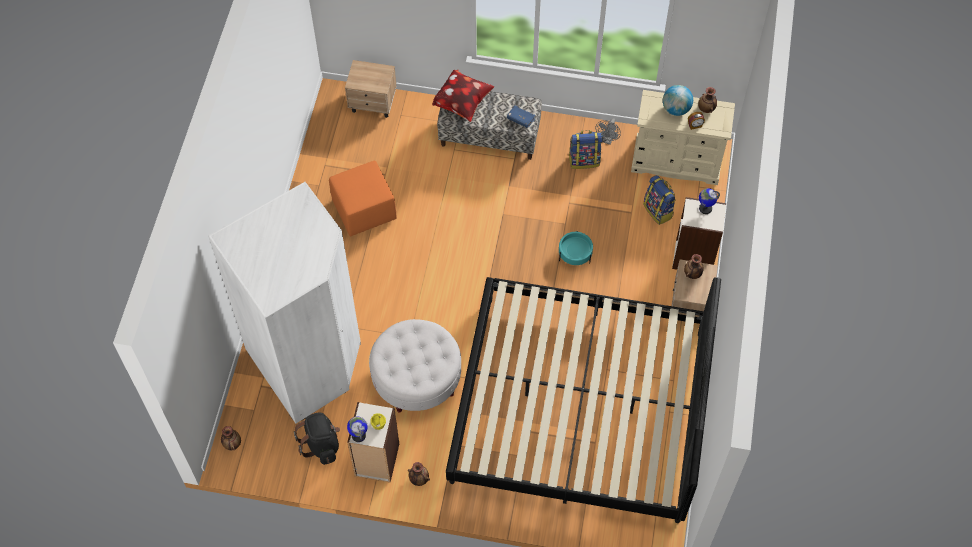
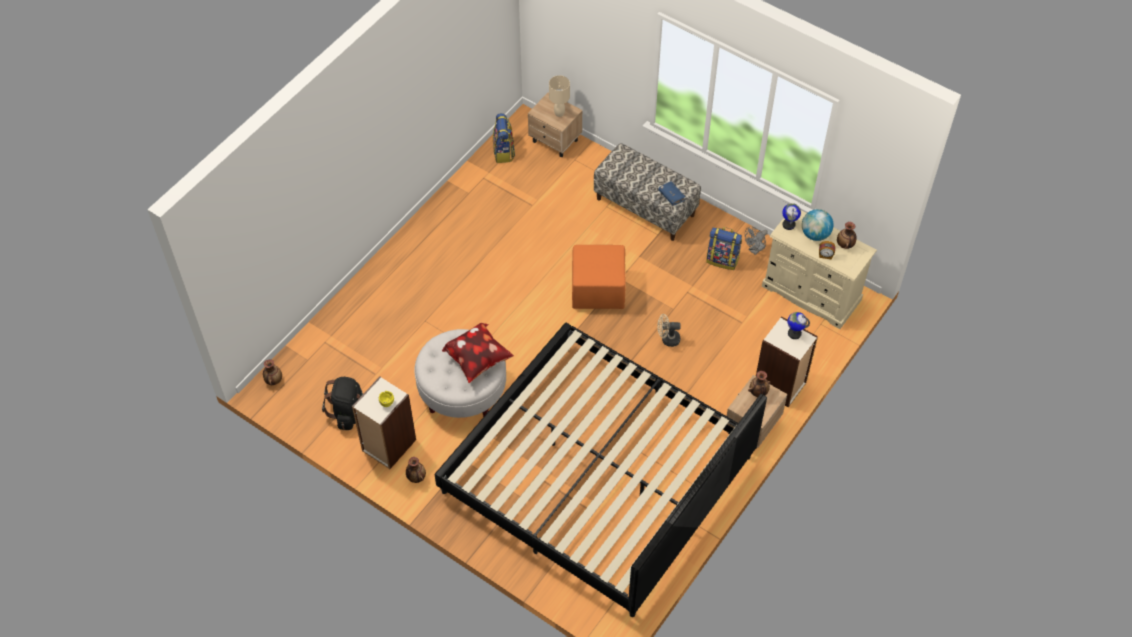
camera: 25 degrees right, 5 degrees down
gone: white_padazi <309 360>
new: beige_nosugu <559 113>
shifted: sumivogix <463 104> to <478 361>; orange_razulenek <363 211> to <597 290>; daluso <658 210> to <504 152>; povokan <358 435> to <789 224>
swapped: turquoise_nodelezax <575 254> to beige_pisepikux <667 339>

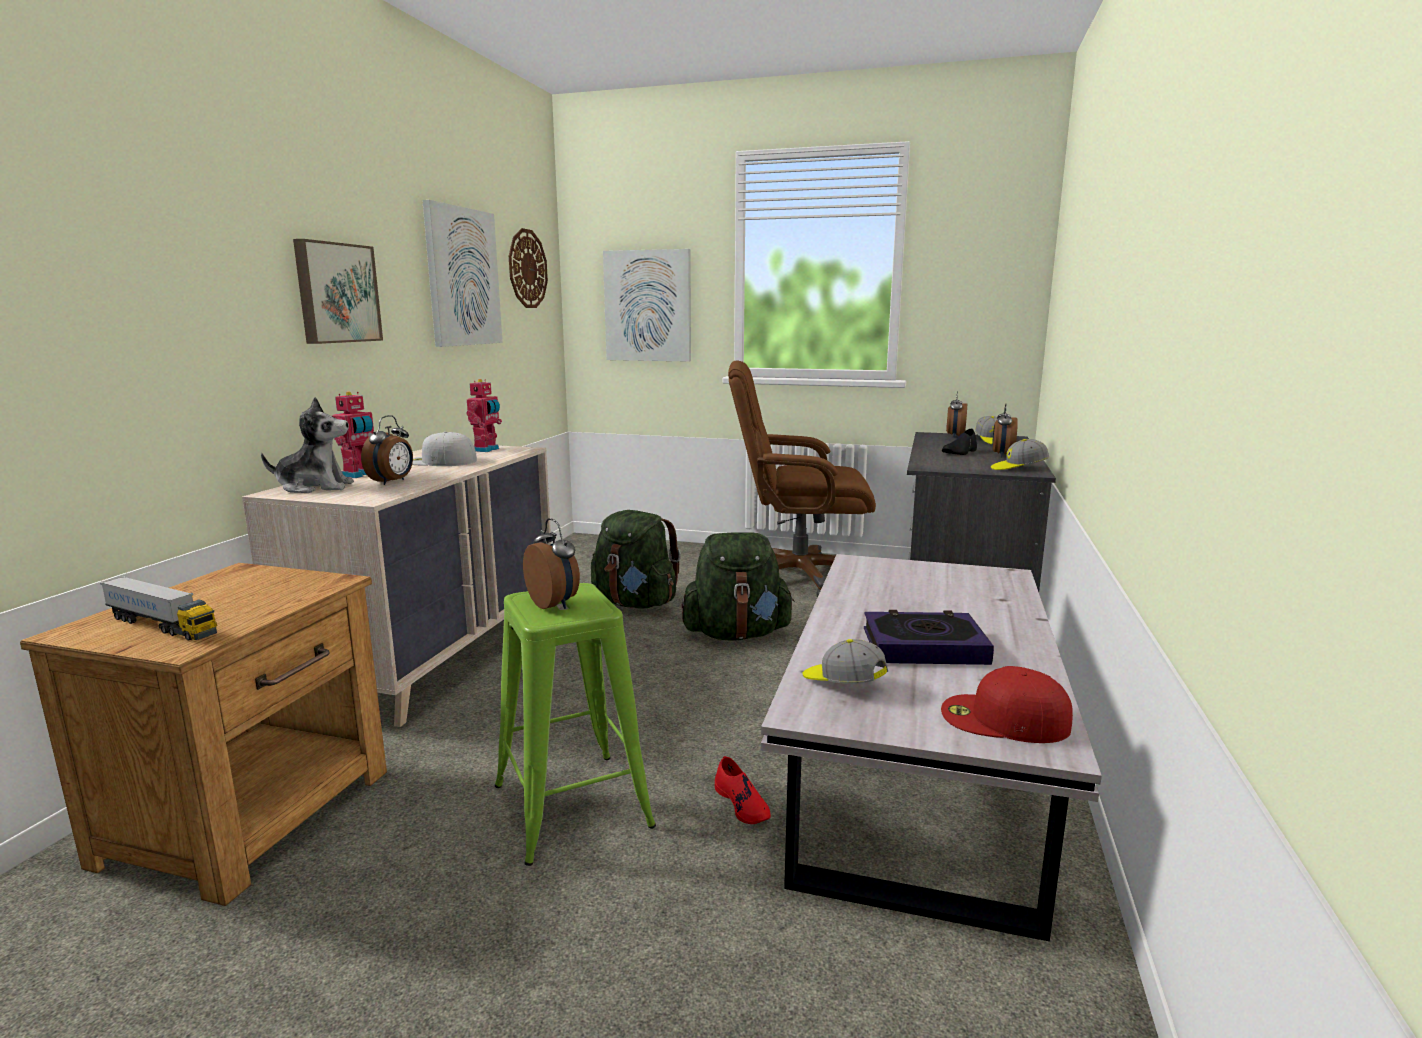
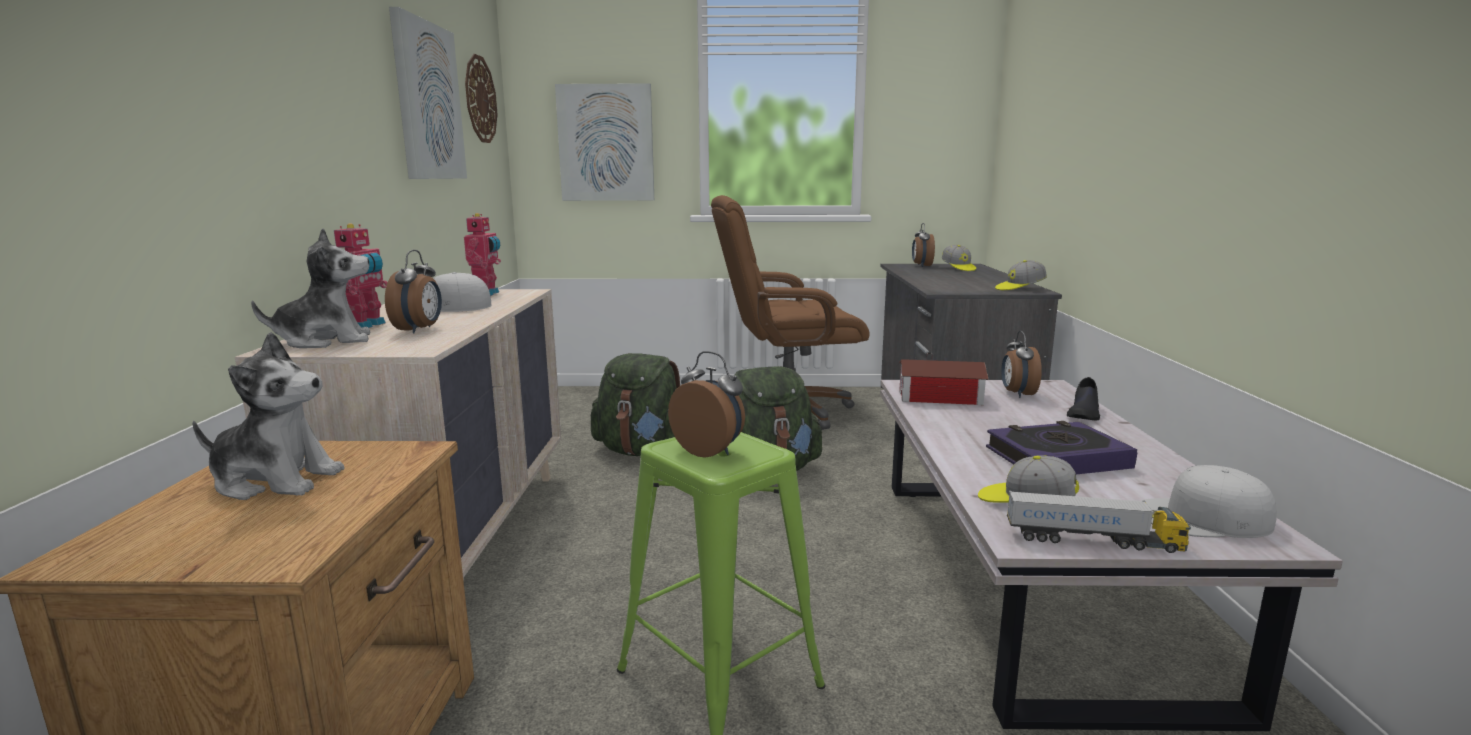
camera: 15 degrees left, 0 degrees up
gone: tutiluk <336 293>; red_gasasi <742 804>
new: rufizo <276 480>; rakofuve <942 397>
shifted: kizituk <1002 455> to <1017 394>; black_gasasi <960 452> to <1083 413>; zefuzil <162 626> to <1093 541>
repainted: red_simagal <1003 719> to white_simagal <1202 518>

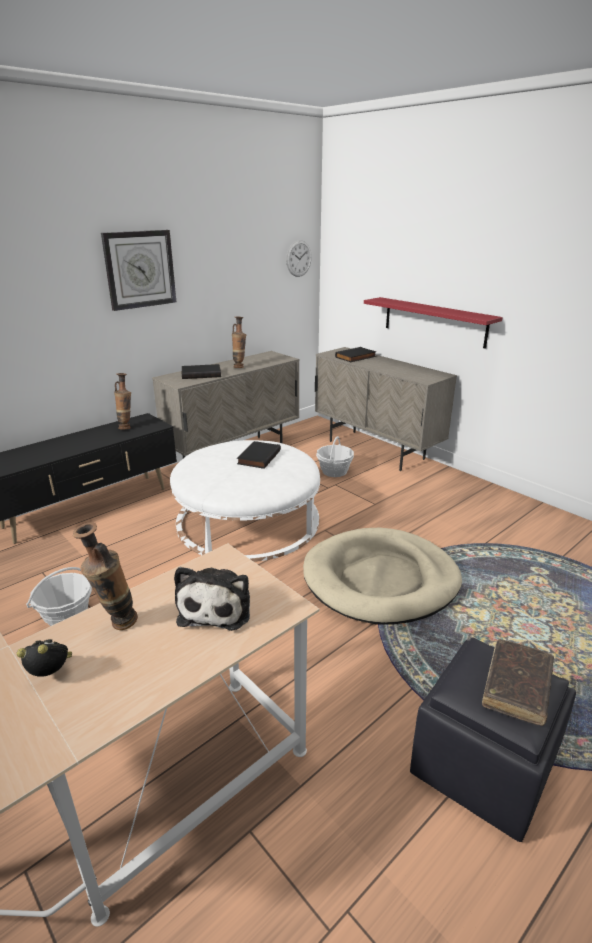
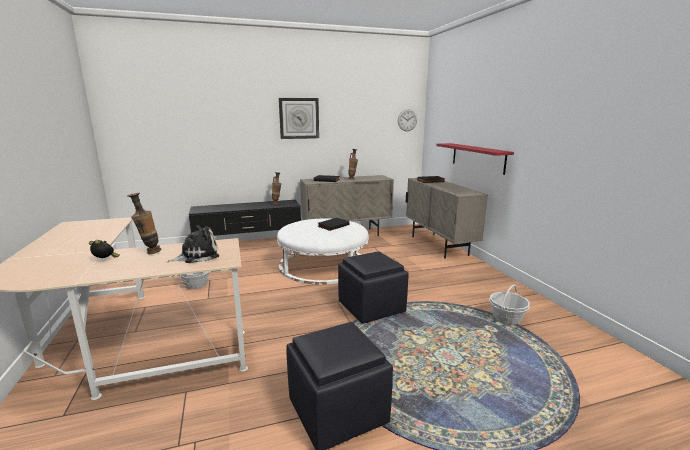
camera: 25 degrees right, 10 degrees down
gone: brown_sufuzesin <517 687>
shifted: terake <334 471> to <506 319>
swapped: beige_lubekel <381 579> to black_razulenek <372 308>
rotated: rufizo <217 607> = <197 256> 150 degrees counterclockwise

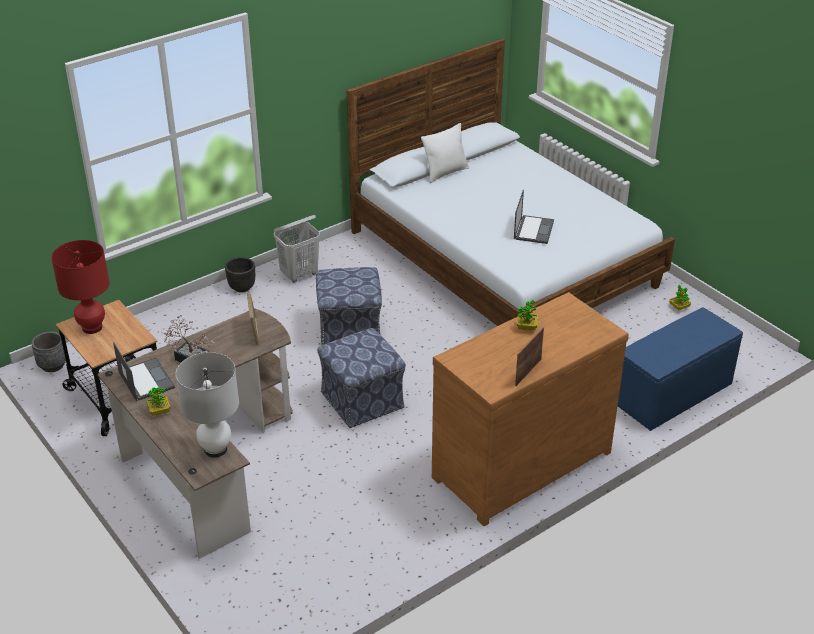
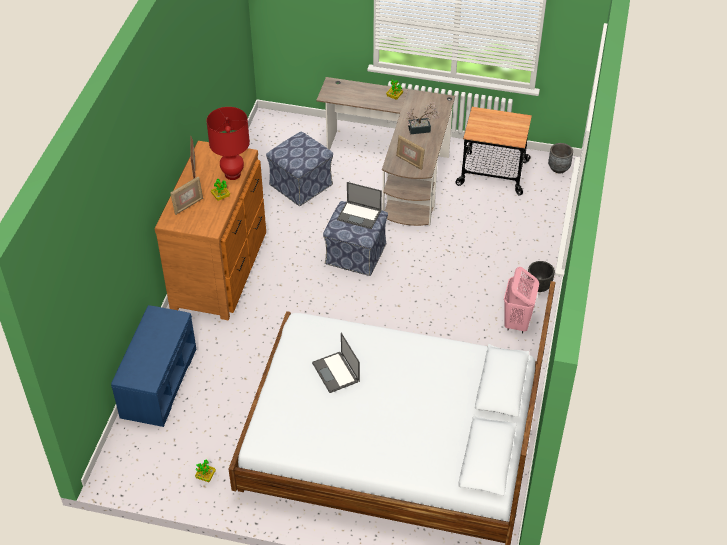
camera: 140 degrees right, 10 degrees up
gone: white_sumivogix <445 173>; white_nosugu <215 449>
new: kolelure <188 205>
shifted: red_nosugu <92 328> to <232 174>; razulenek <349 330> to <301 184>; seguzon <145 379> to <360 215>
repainted: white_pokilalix <299 274> to pink_pokilalix <517 322>

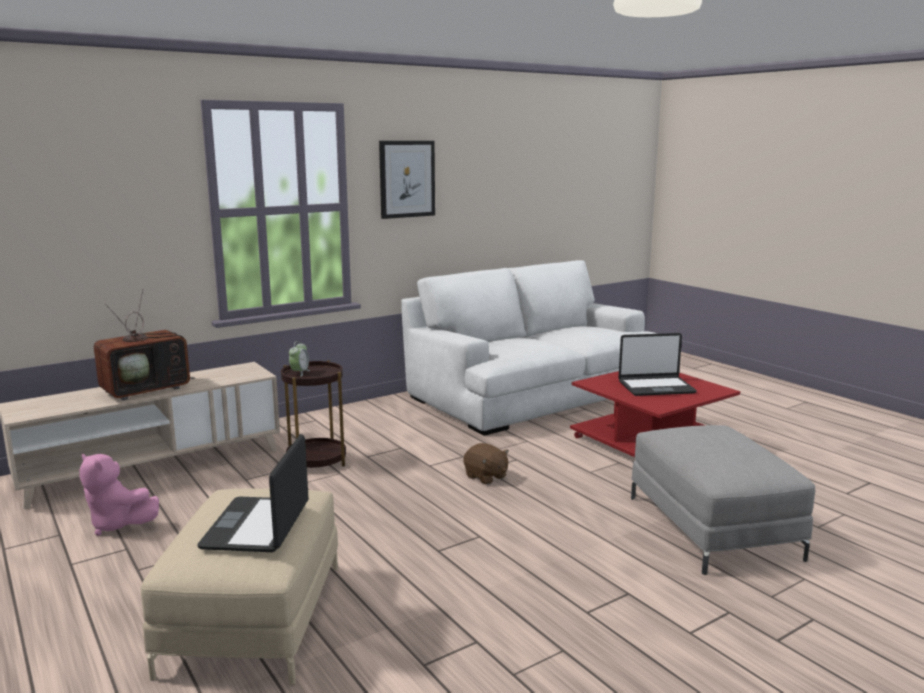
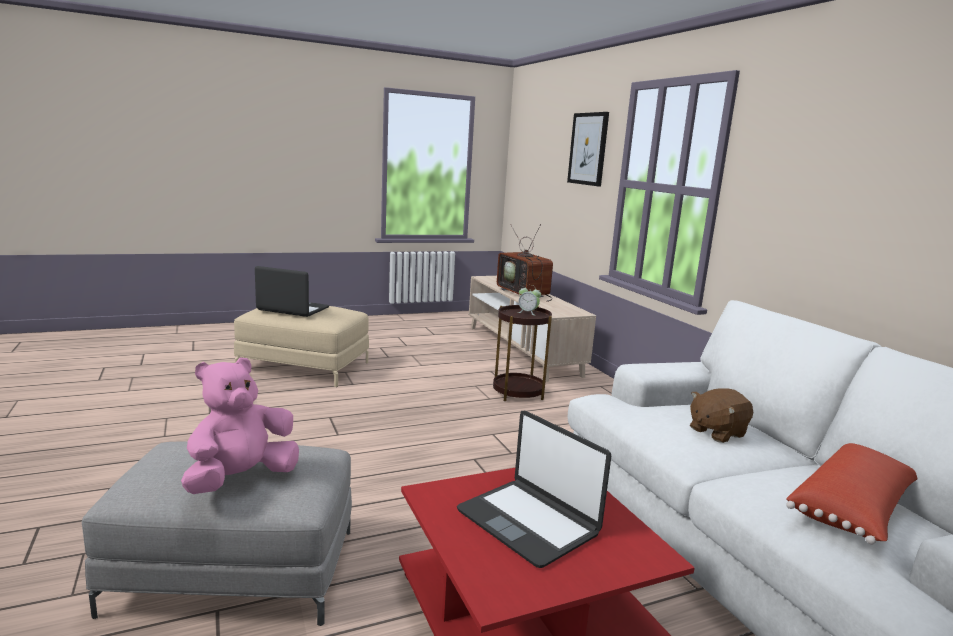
camera: 100 degrees right, 0 degrees up
new: red_sumivogix <854 510>
shifted: tutiluk <407 179> to <588 149>; brown_rufizo <486 477> to <716 432>; pink_rufizo <118 524> to <241 479>
rotated: seguzon <656 387> = <528 522> 45 degrees counterclockwise

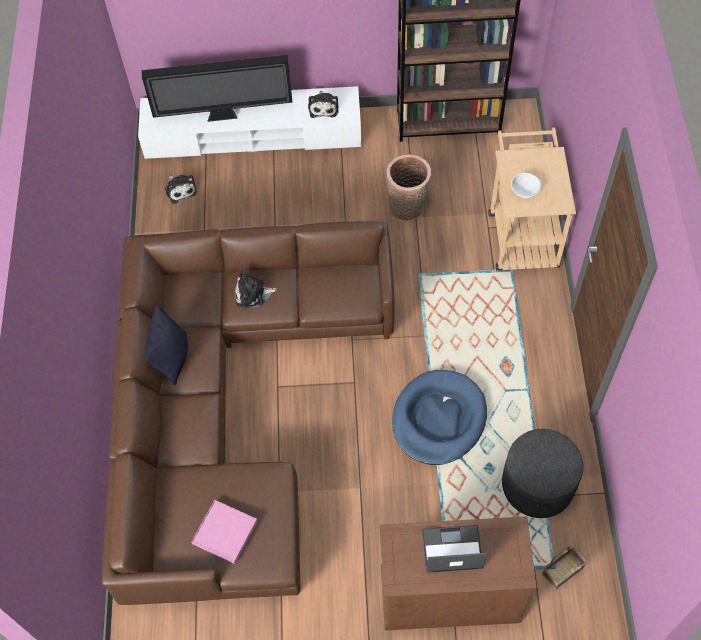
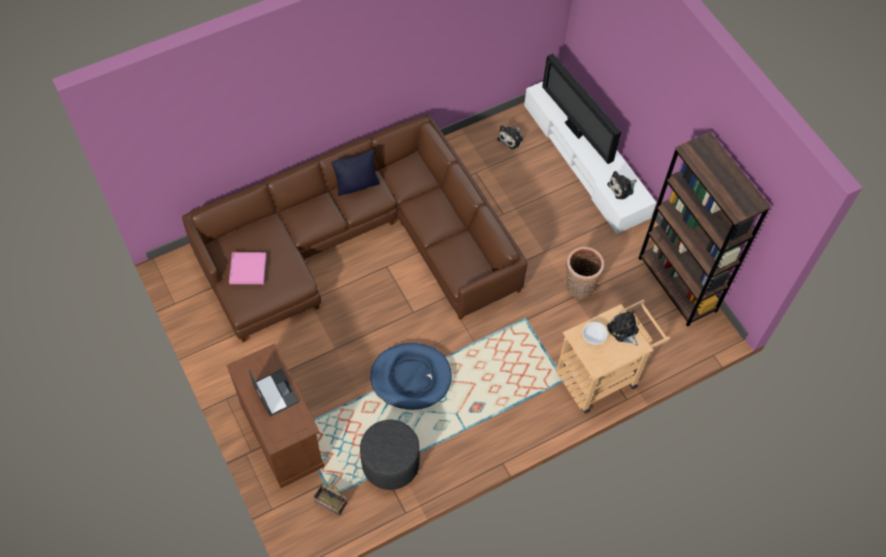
camera: 60 degrees right, 0 degrees up
shifted: rufizo <253 294> to <623 330>

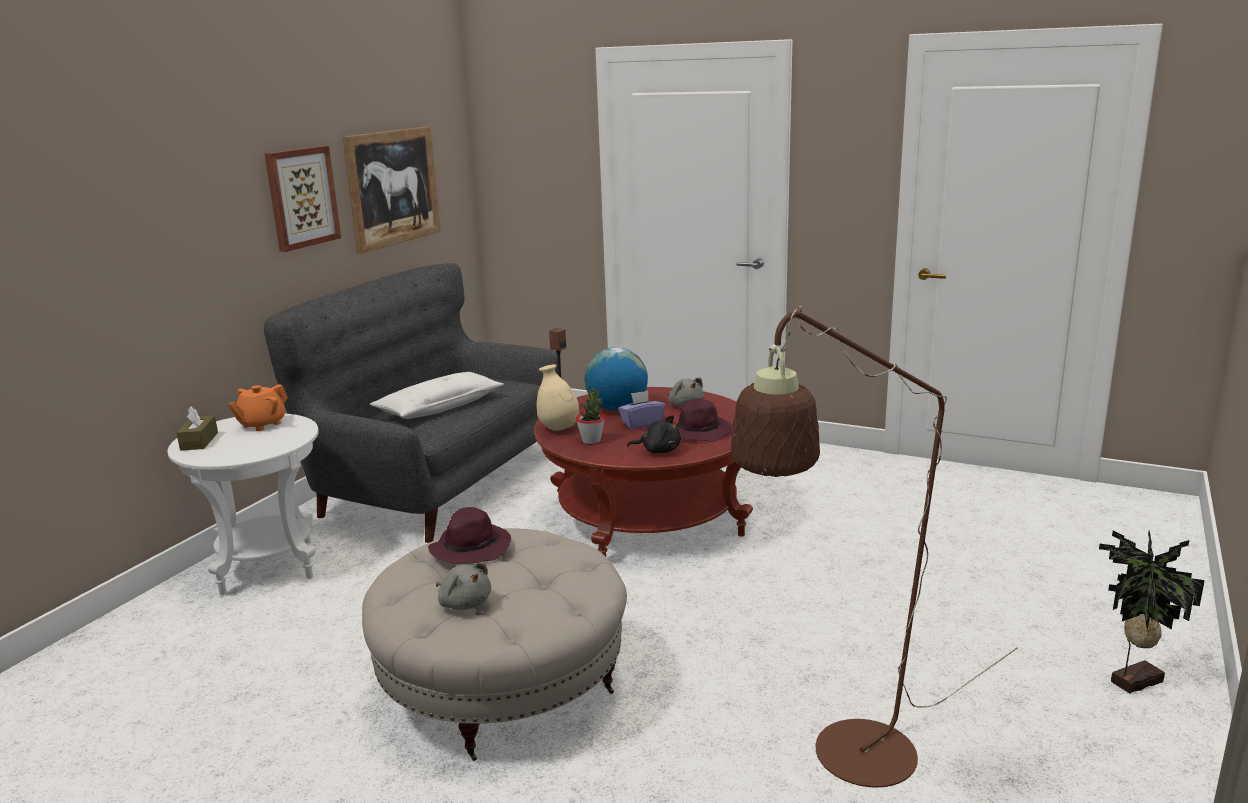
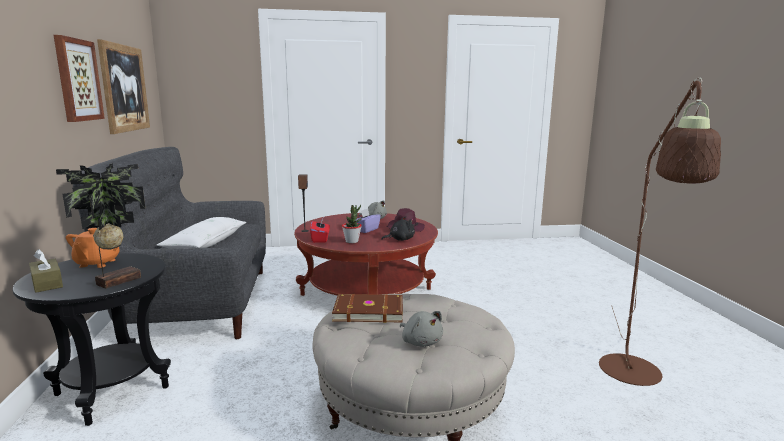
camera: 35 degrees left, 5 degrees down
gone: povokan <617 408>
shifted: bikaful <1132 680> to <116 281>
swapped: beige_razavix <559 429> to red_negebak <320 239>; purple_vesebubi <471 548> to brown_sufuzesin <368 310>
repainted: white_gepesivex <267 567> to black_gepesivex <112 391>
rotated: grey_rufizo <464 603> = <421 342> 45 degrees clockwise

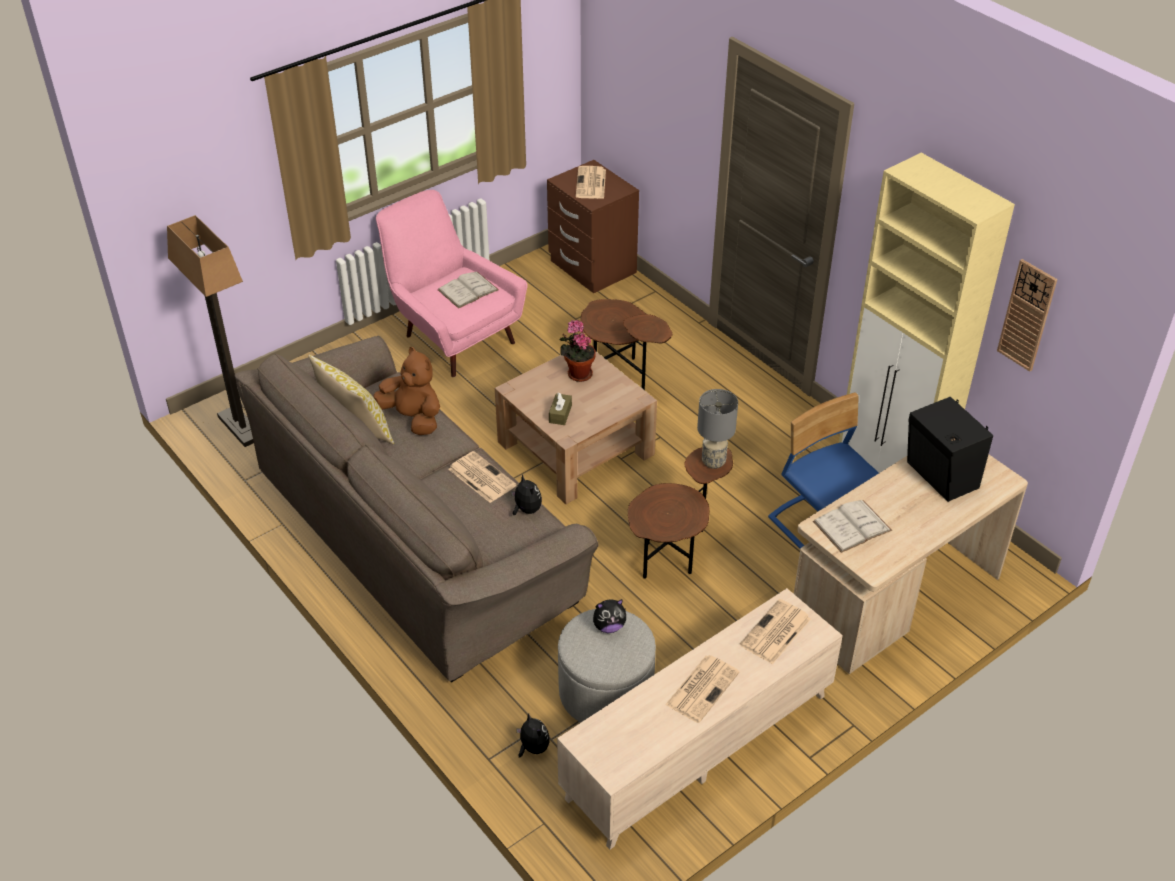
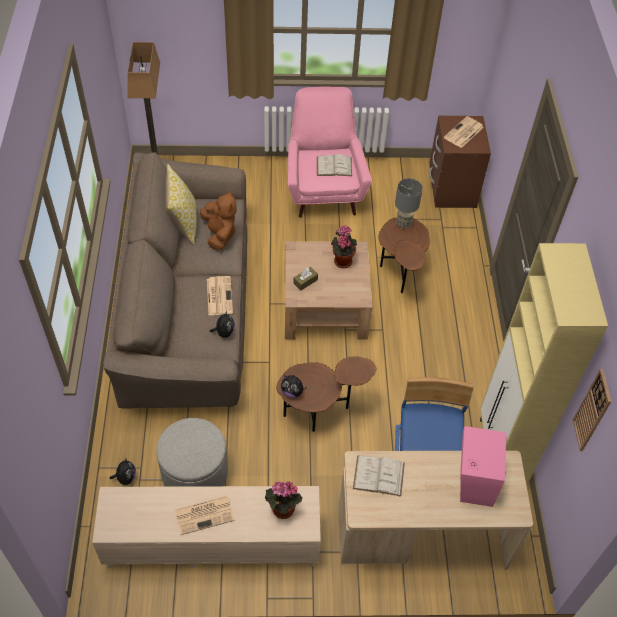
camera: 35 degrees right, 10 degrees up
shifted: grey_nosugu <713 462> to <403 224>; rufizo <609 626> to <292 392>
swapped: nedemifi <775 633> to bikaful <281 510>
repainted: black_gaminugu <940 477> to pink_gaminugu <474 481>

